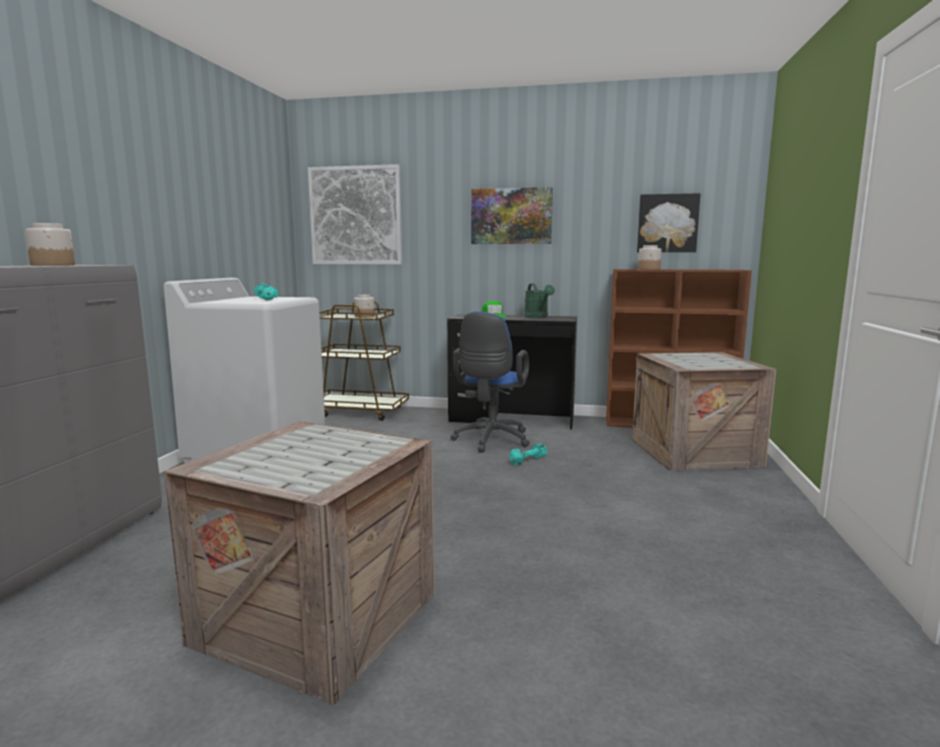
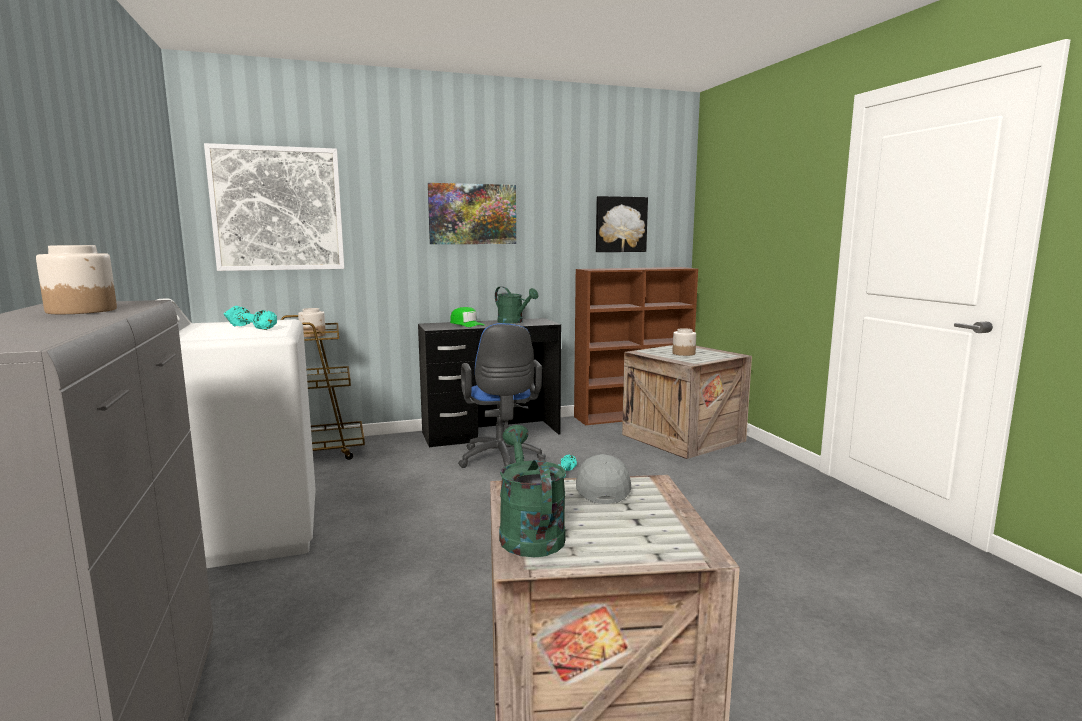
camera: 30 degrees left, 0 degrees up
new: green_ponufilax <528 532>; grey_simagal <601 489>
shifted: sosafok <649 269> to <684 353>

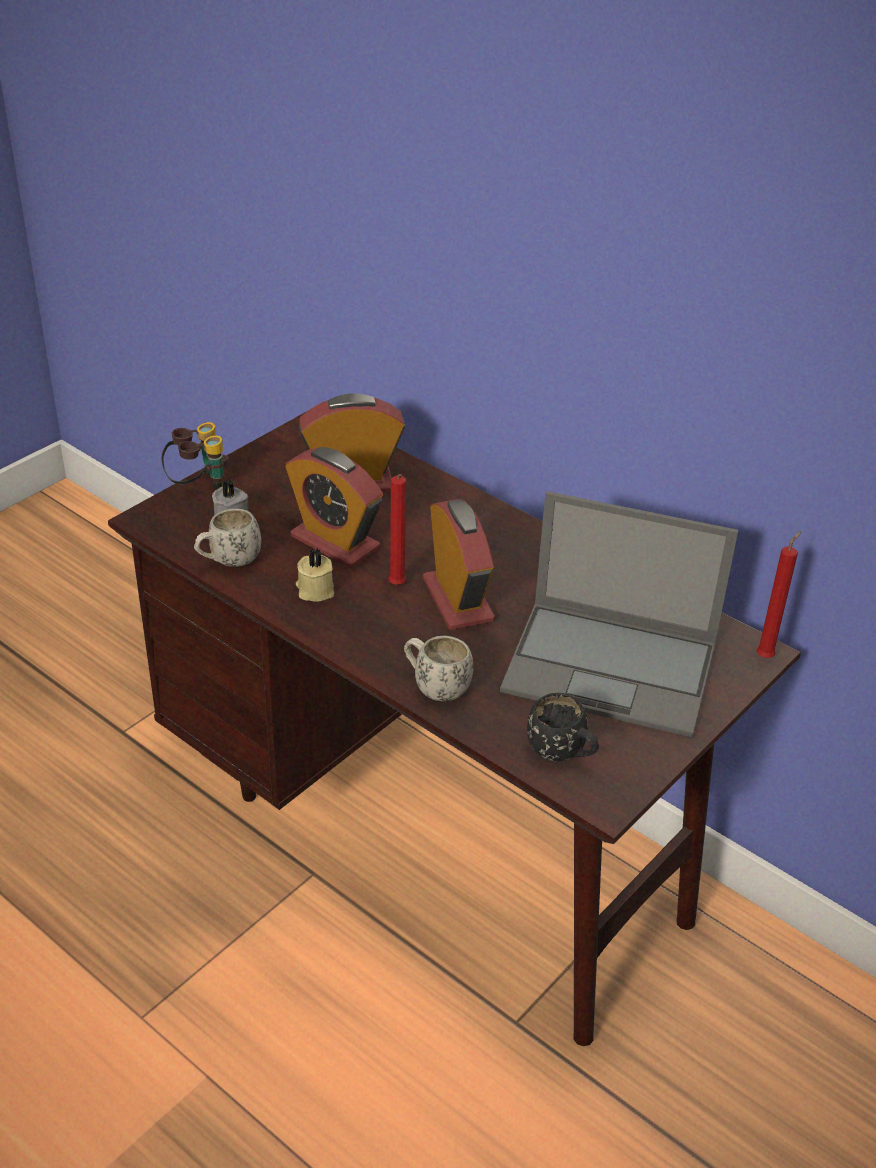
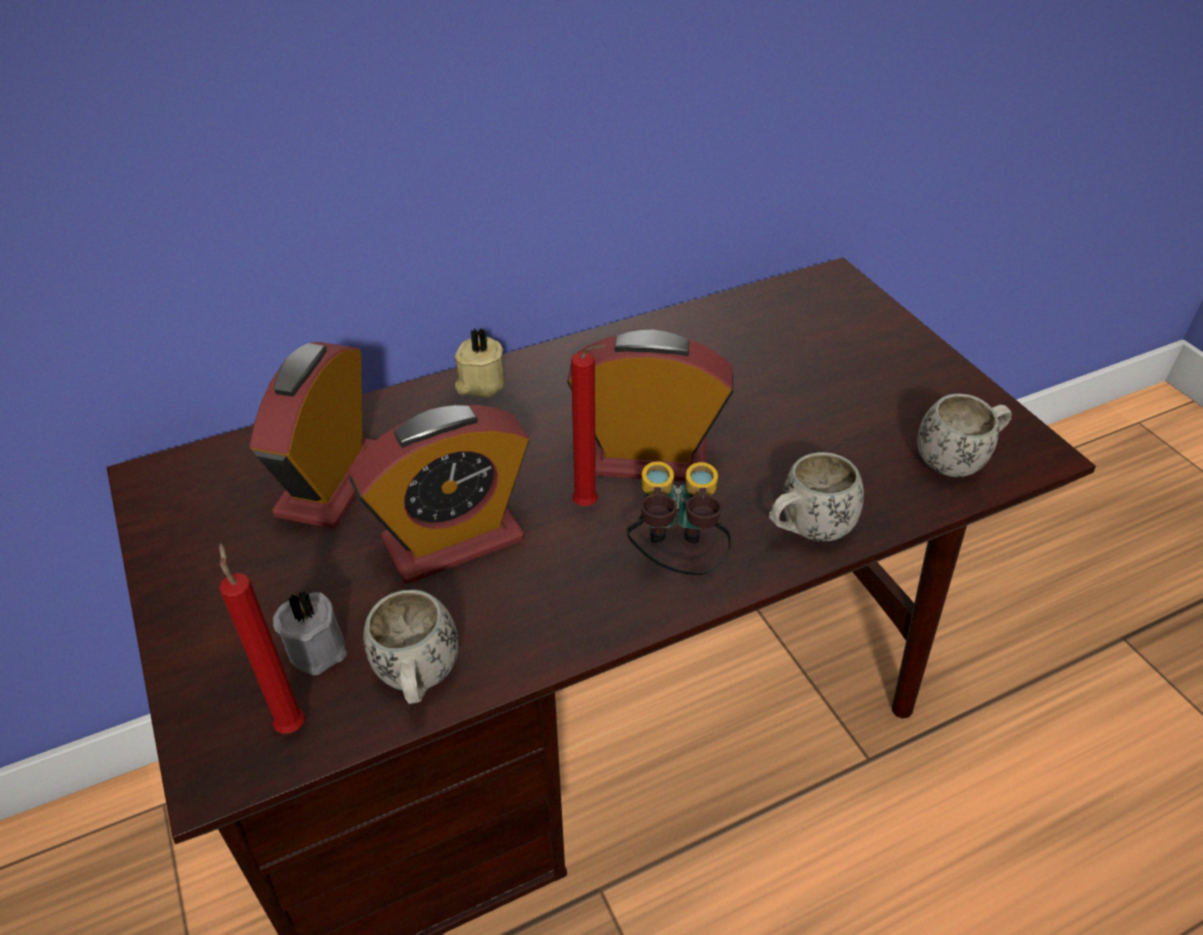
camera: 65 degrees left, 5 degrees up
gone: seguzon <613 668>
shifted: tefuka <198 486> to <675 561>; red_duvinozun <766 656> to <290 722>; beige_duvinozun <314 590> to <480 384>
repainted: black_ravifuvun <563 754> to white_ravifuvun <957 460>

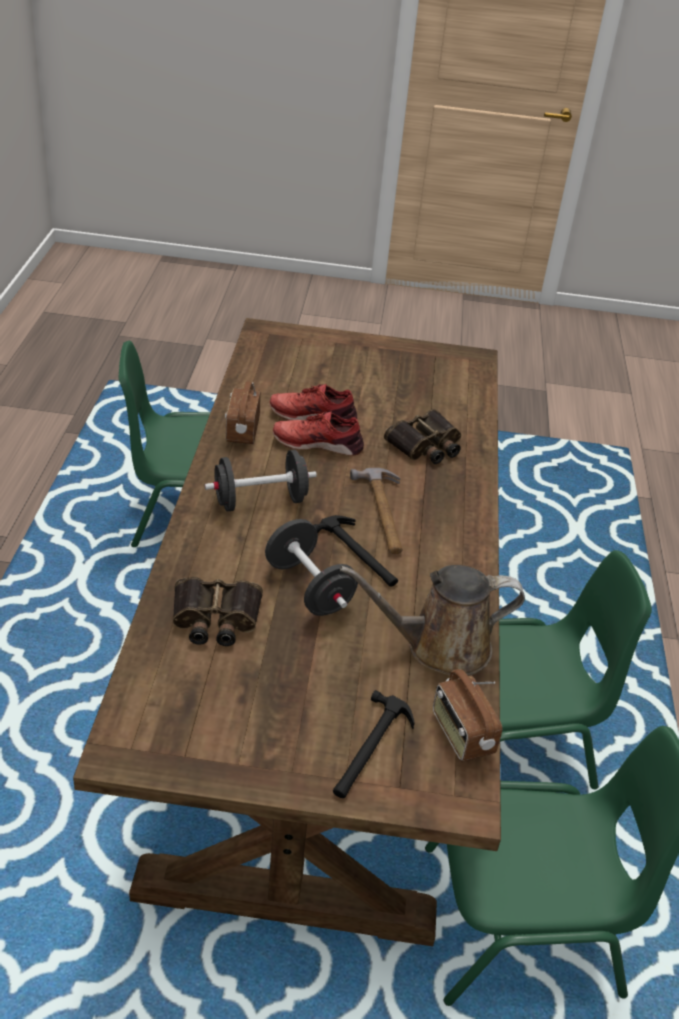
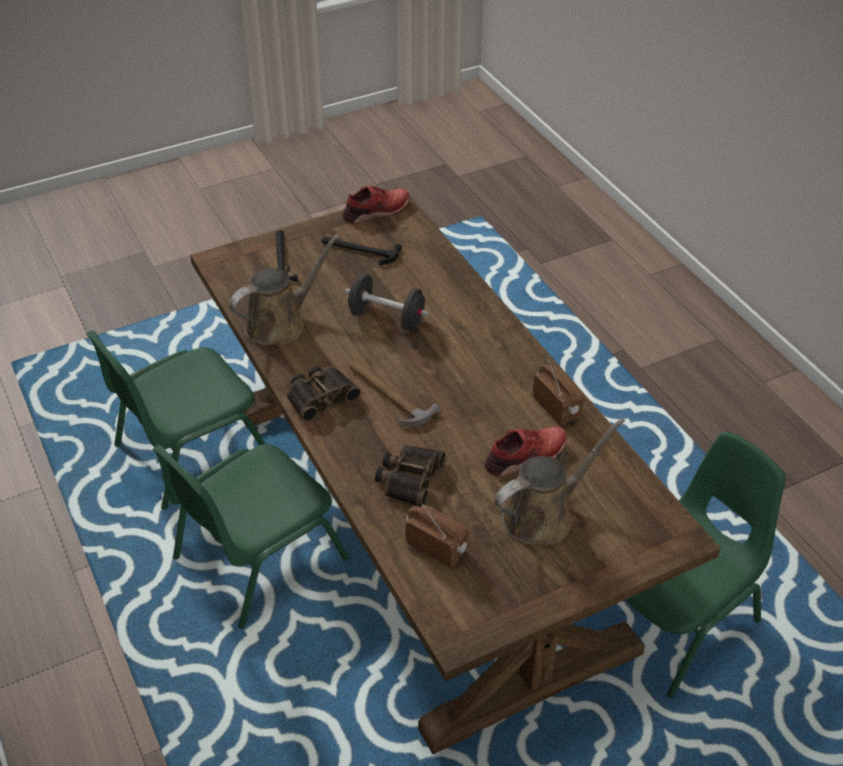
camera: 150 degrees right, 5 degrees up
gone: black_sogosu <260 501>
new: brown_ponufilax <543 515>
shifted: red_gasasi <318 443> to <376 211>; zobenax <359 553> to <359 250>; tefuka <215 619> to <320 396>; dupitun <461 734> to <437 547>

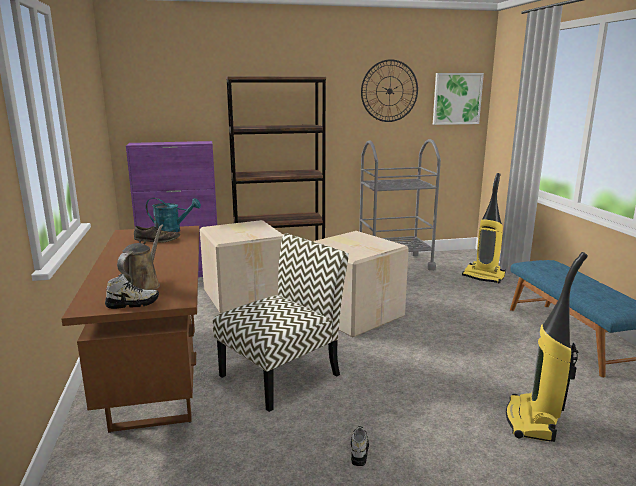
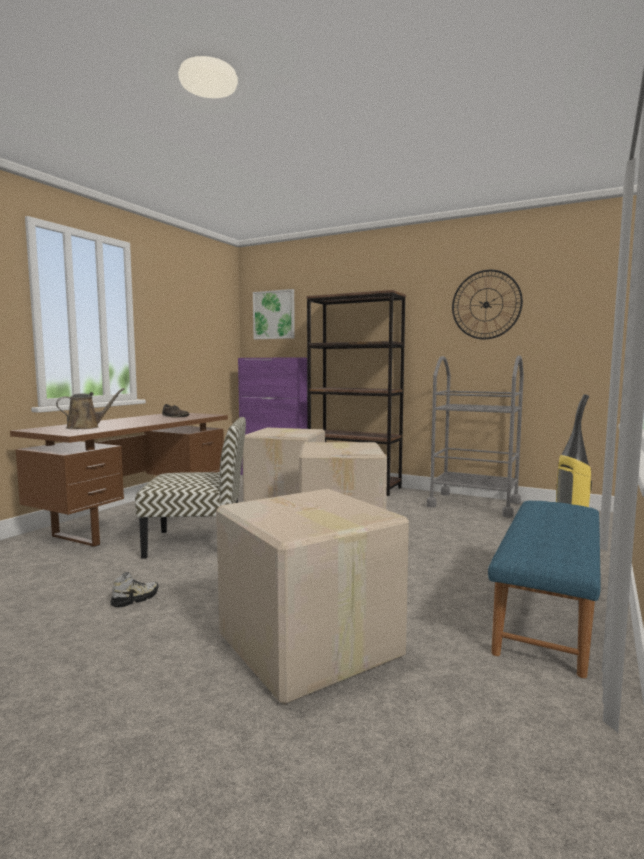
camera: 40 degrees right, 10 degrees down
gone: turquoise_ponufilax <172 231>; gasasi <132 304>
shifted: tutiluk <457 98> to <274 315>
swapped: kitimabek <532 421> to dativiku <309 647>

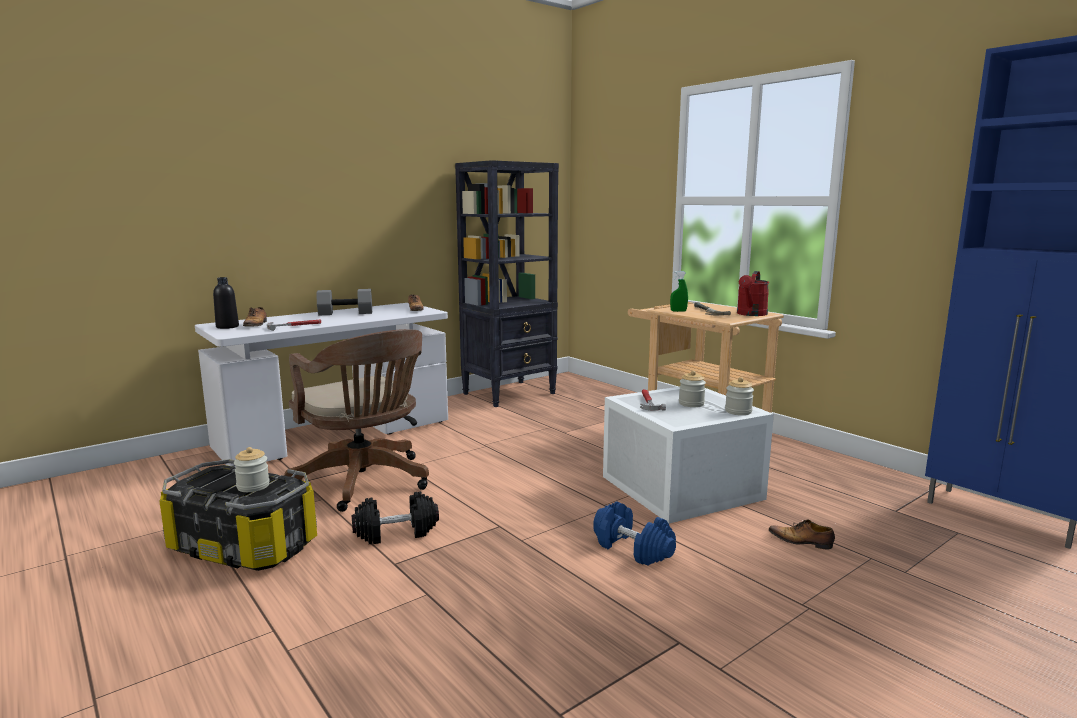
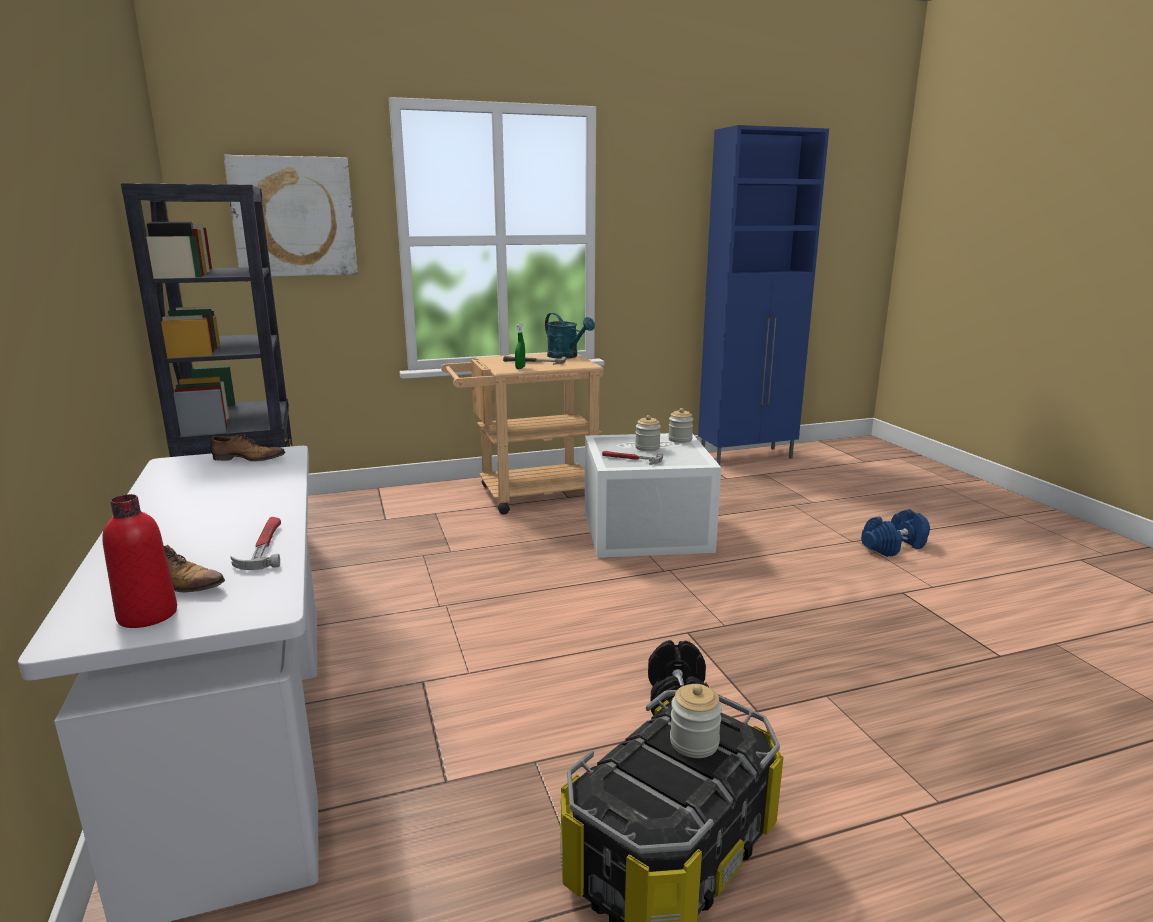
camera: 70 degrees left, 5 degrees up
gone: grey_sogosu <345 313>; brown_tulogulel <365 483>; gasasi <801 542>
new: tutiluk <293 217>
shifted: blue_sogosu <632 549> to <893 547>
repainted: red_ponufilax <750 314> to turquoise_ponufilax <566 356>; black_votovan <227 327> to red_votovan <147 615>

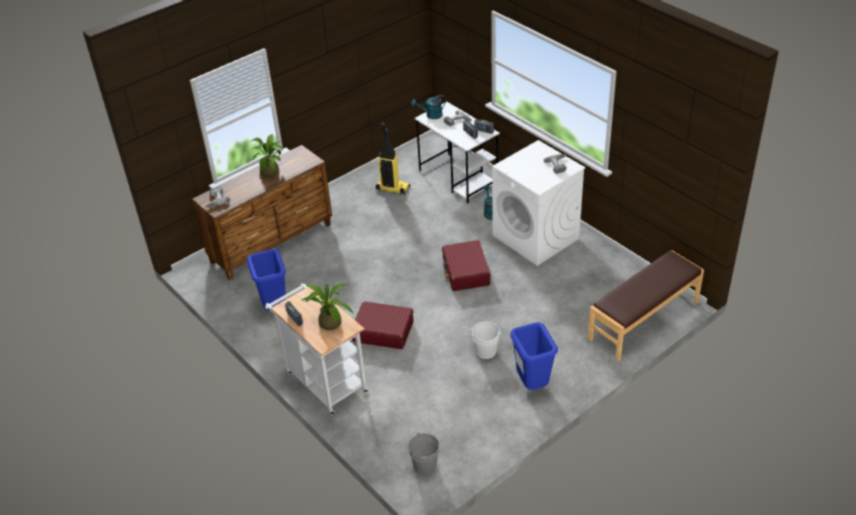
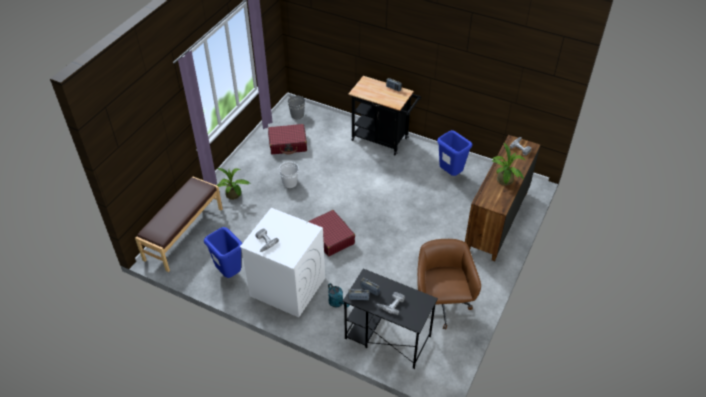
camera: 155 degrees right, 5 degrees up
gone: turquoise_ponufilax <431 115>
shifted: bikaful <329 321> to <234 196>; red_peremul <383 331> to <288 144>; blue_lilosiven <532 385> to <229 273>
swapped: kitimabek <392 189> to brown_tulogulel <440 305>
repainted: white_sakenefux <458 178> to black_sakenefux <387 337>; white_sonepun <323 380> to black_sonepun <383 140>

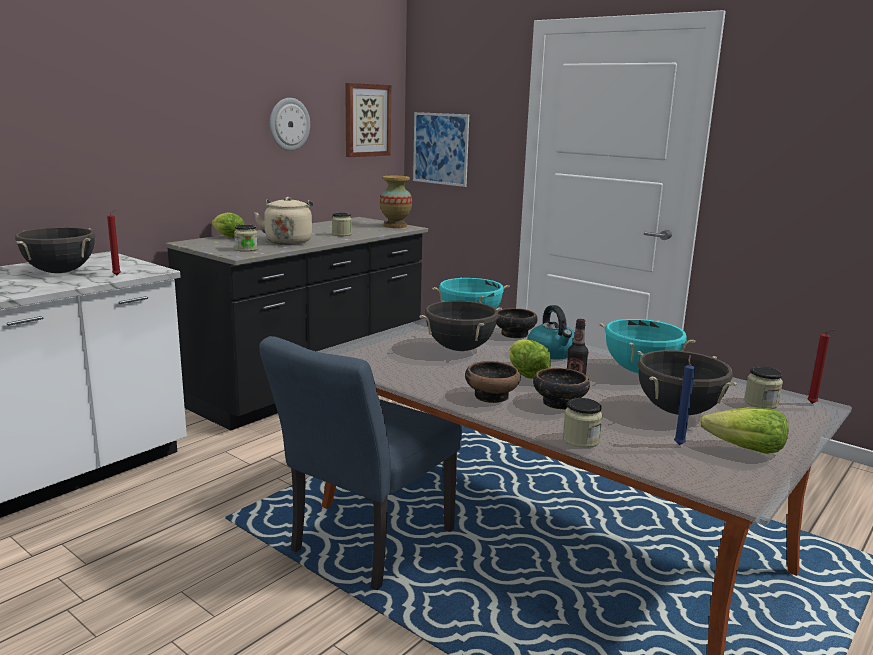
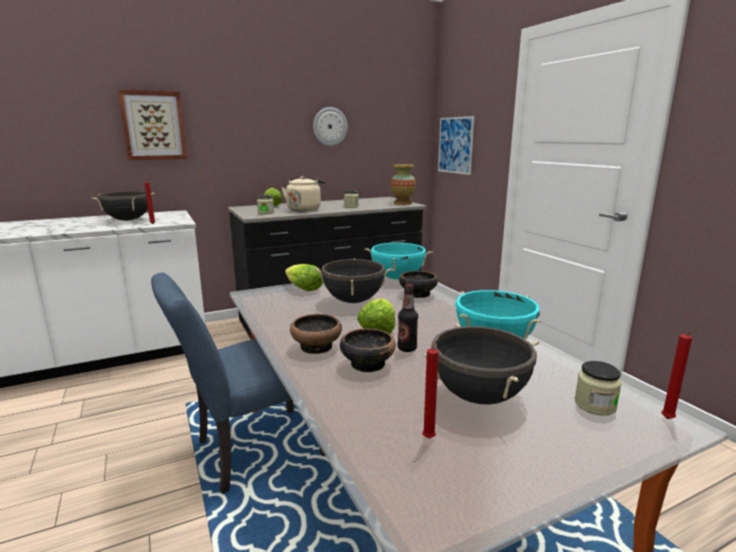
camera: 25 degrees right, 0 degrees up
gone: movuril <552 353>; sosafok <581 440>
shifted: tutiluk <366 120> to <153 126>; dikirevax <744 449> to <302 288>
repainted: blue_duvinozun <679 444> to red_duvinozun <430 437>

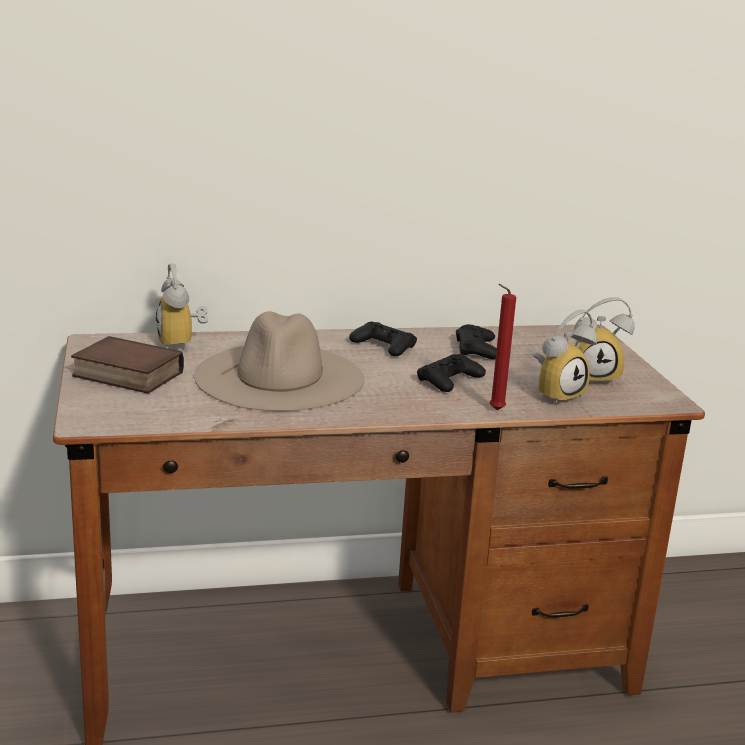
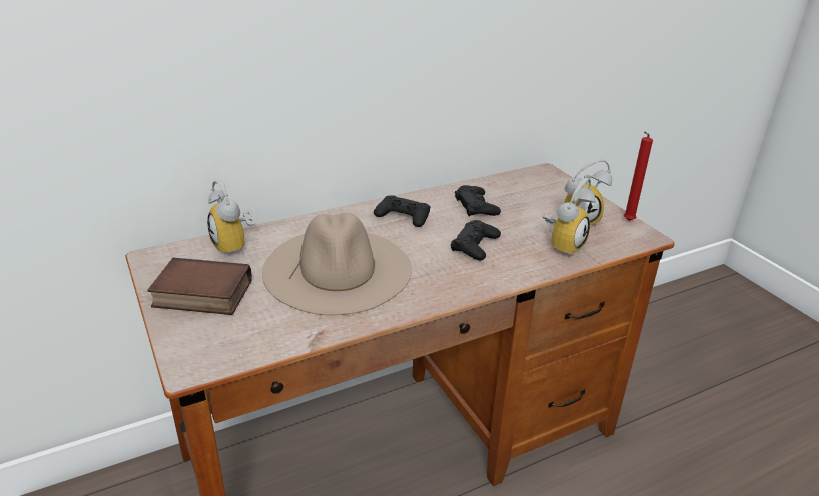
camera: 15 degrees left, 10 degrees up
shifted: red_duvinozun <494 410> to <627 221>

